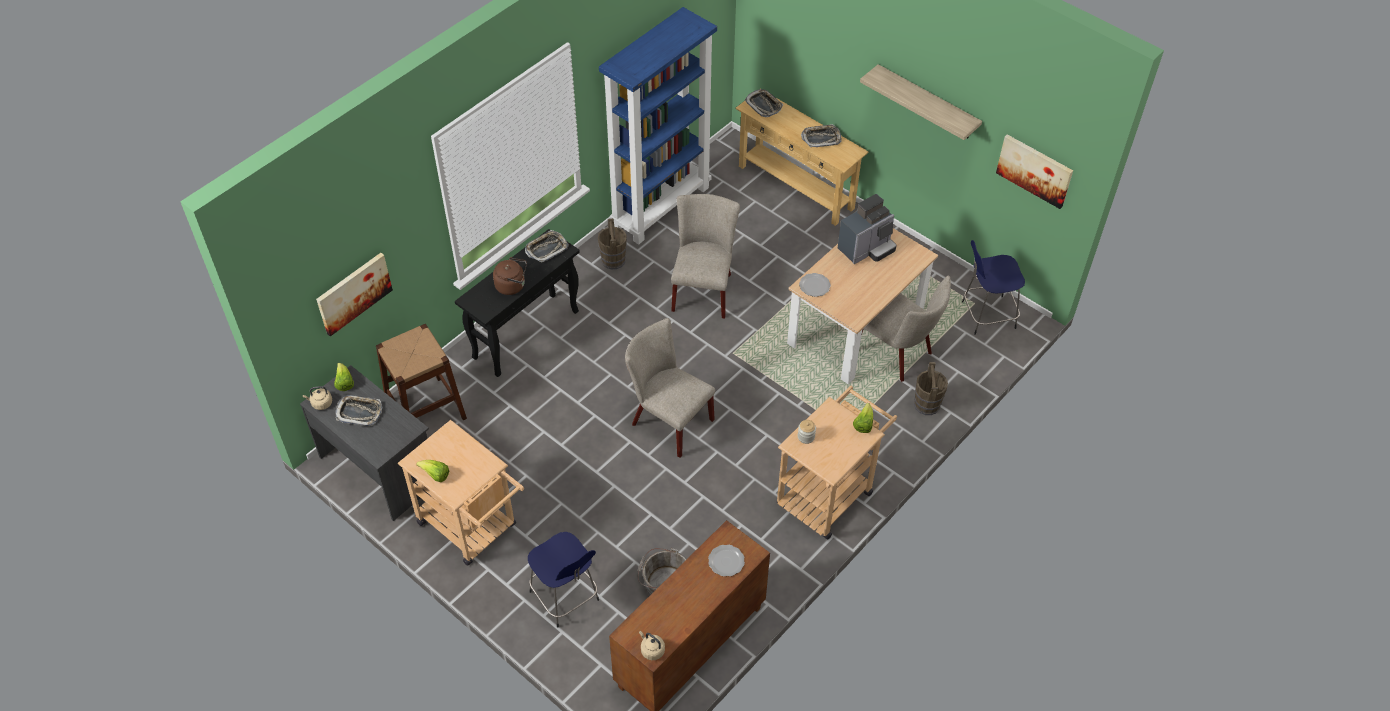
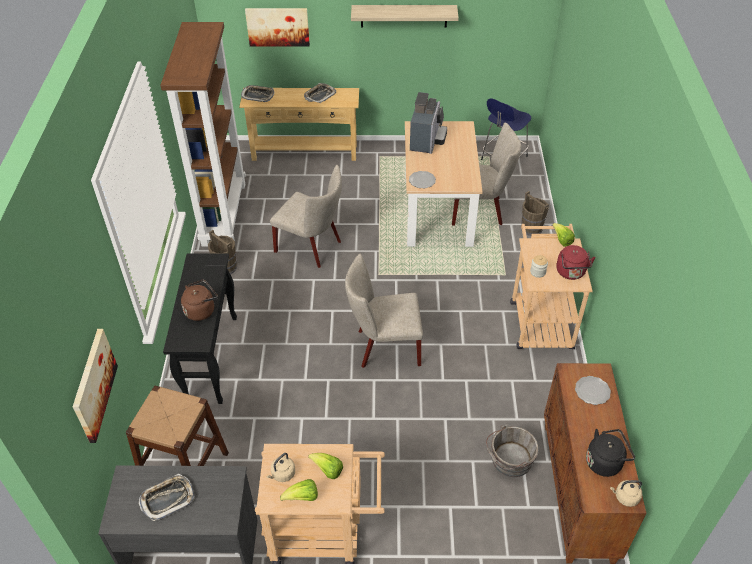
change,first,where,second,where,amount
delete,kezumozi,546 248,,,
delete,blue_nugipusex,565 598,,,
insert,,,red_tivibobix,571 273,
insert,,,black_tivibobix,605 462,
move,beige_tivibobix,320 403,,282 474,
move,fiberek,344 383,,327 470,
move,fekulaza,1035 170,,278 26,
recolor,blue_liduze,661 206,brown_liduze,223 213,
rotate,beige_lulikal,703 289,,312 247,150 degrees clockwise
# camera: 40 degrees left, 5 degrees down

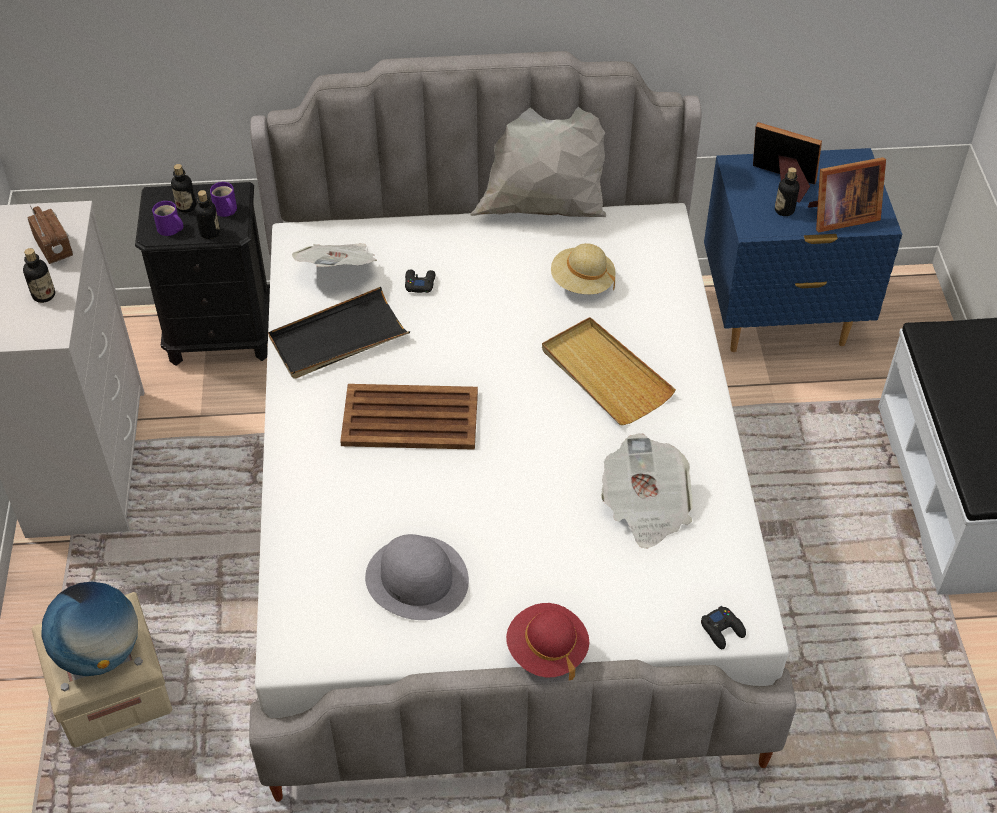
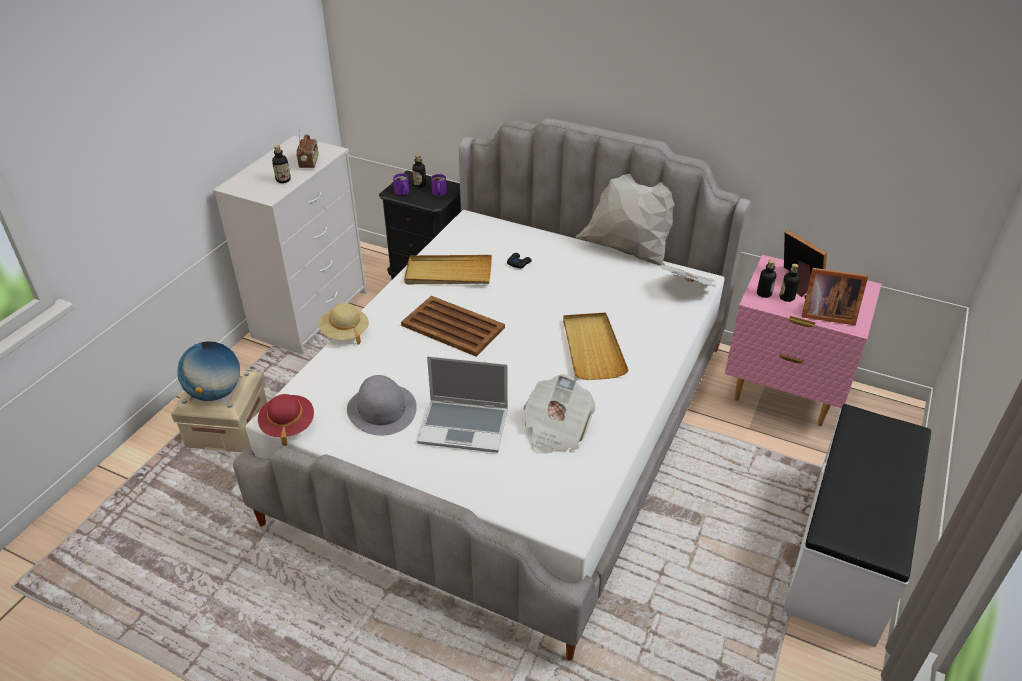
change,first,where,second,where,amount
delete,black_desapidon,722 630,,,
insert,,,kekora,465 426,
move,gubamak,210 233,,764 294,
move,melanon,339 270,,688 289,
move,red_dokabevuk,547 650,,288 425,
move,beige_dokabevuk,582 282,,345 332,
recolor,black_kezumozi,338 338,beige_kezumozi,448 273,
recolor,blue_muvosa,780 319,pink_muvosa,783 394,
# camera: 30 degrees right, 10 degrees down

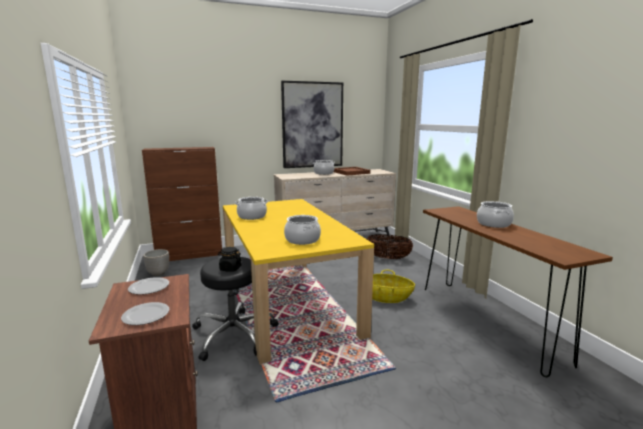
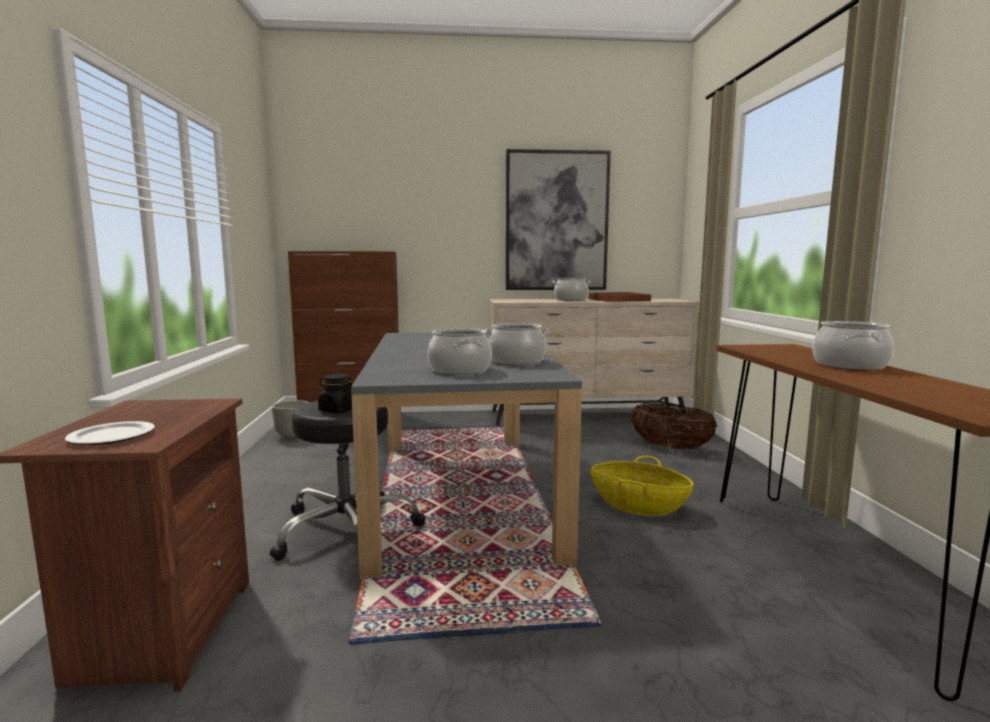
change,first,where,second,where,amount
delete,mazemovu,149 287,,,
move,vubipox,252 216,,516 361,
recolor,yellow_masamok,287 300,grey_masamok,461 491,
# camera: 15 degrees right, 5 degrees down

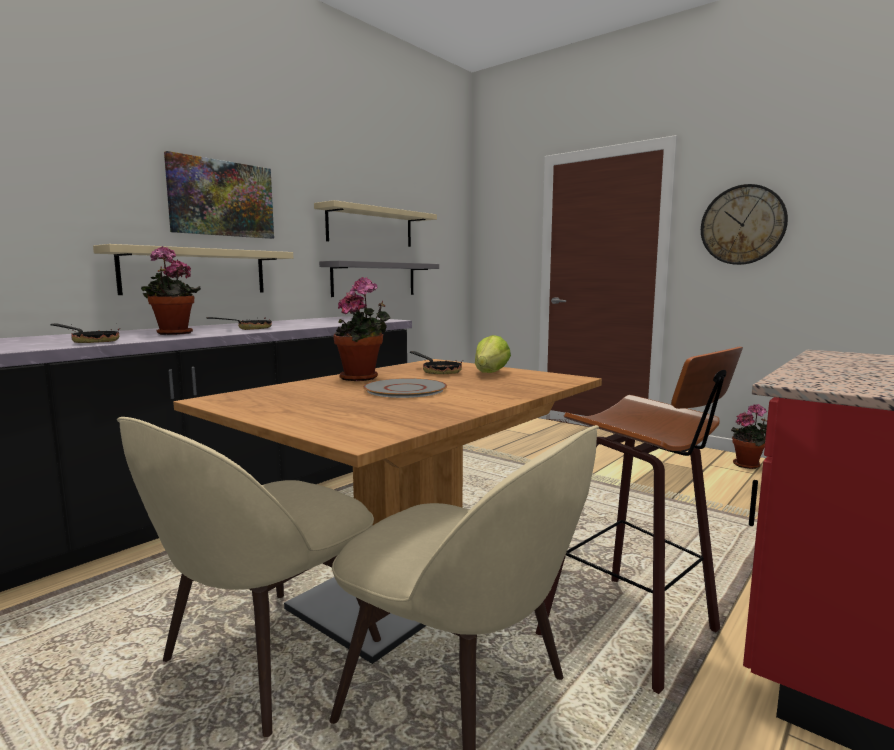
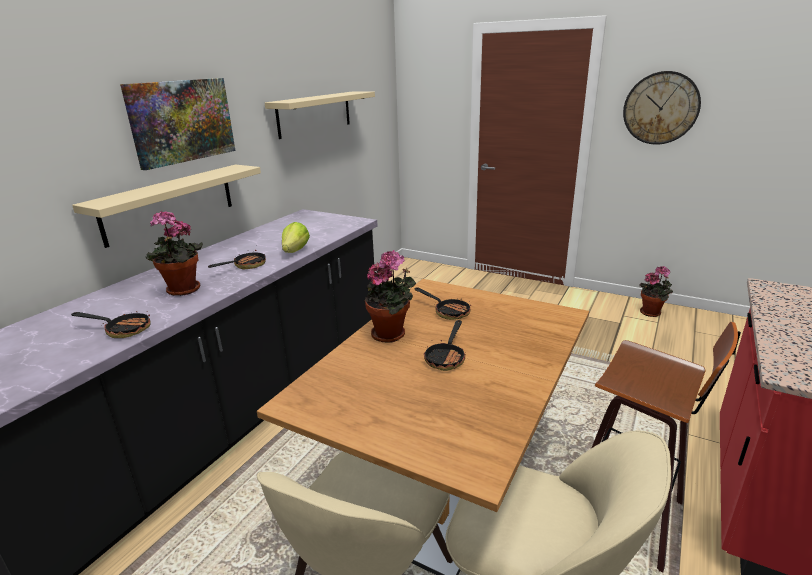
change,first,where,second,where,amount
delete,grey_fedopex,374 279,,,
move,fiberek,490 373,,295 251,
replace,grey_mazemovu,406 389,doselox,446 357,
# camera: 10 degrees left, 15 degrees up

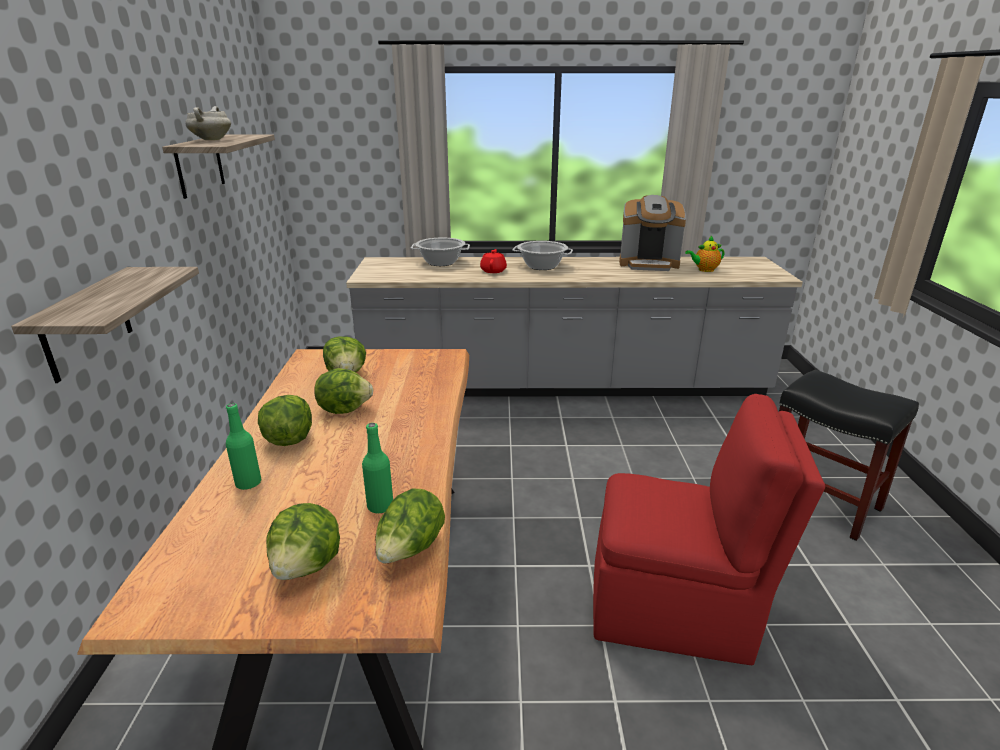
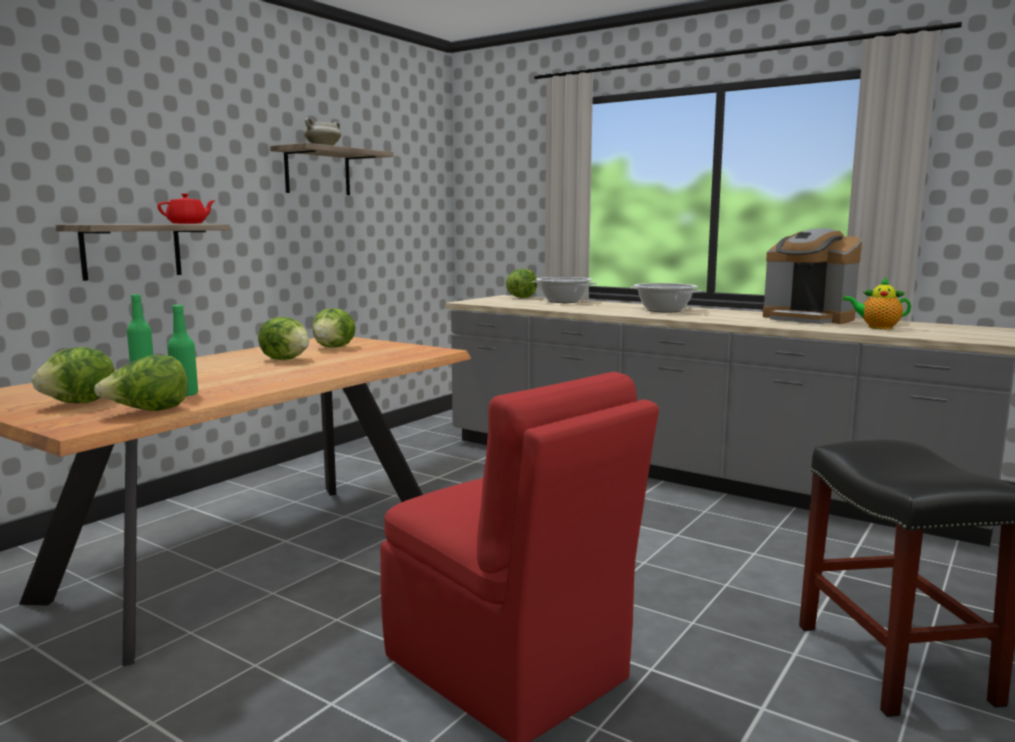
change,first,where,second,where,amount
move,fiberek,289 439,,521 297,
move,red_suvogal,493 270,,188 223,
# camera: 35 degrees right, 15 degrees down

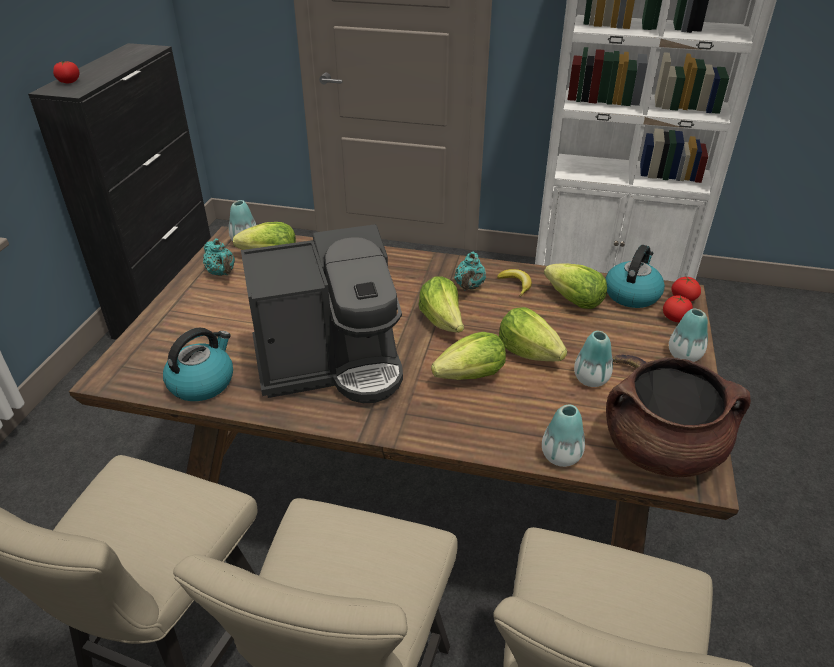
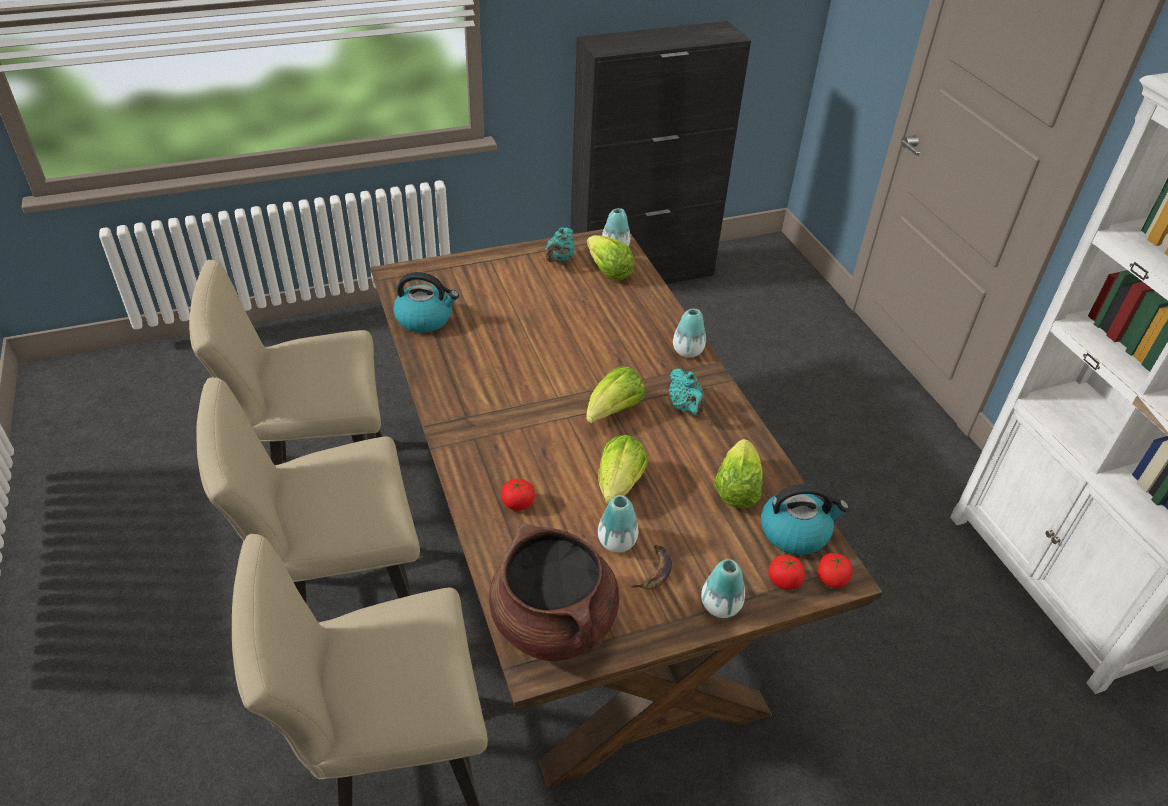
change,first,where,second,where,amount
delete,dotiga,332 364,,,
delete,fiberek,471 376,,,
delete,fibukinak,516 284,,,
move,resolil,69 82,,518 503,
move,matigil,561 456,,687 351,
rotate,turquoise_suvogal,469 287,,685 407,90 degrees counterclockwise
# camera: 55 degrees right, 5 degrees up

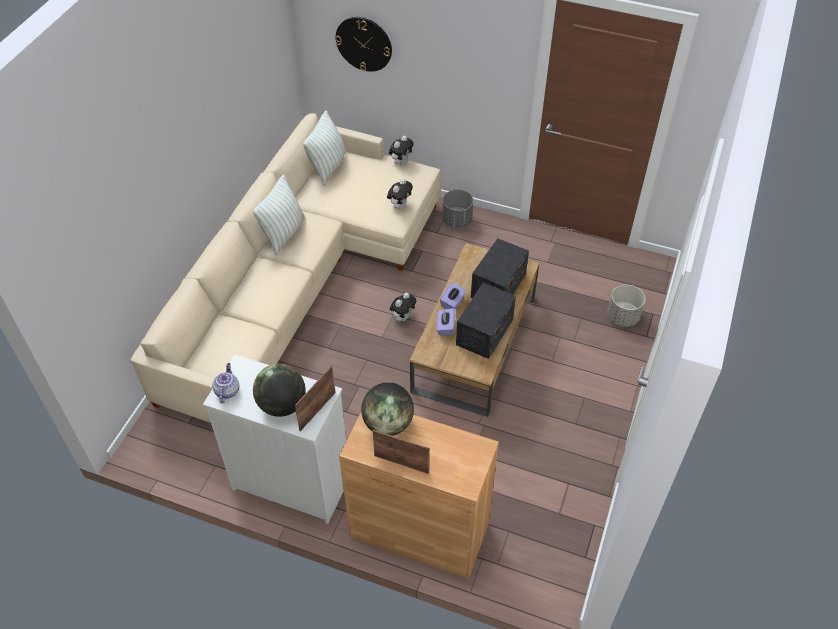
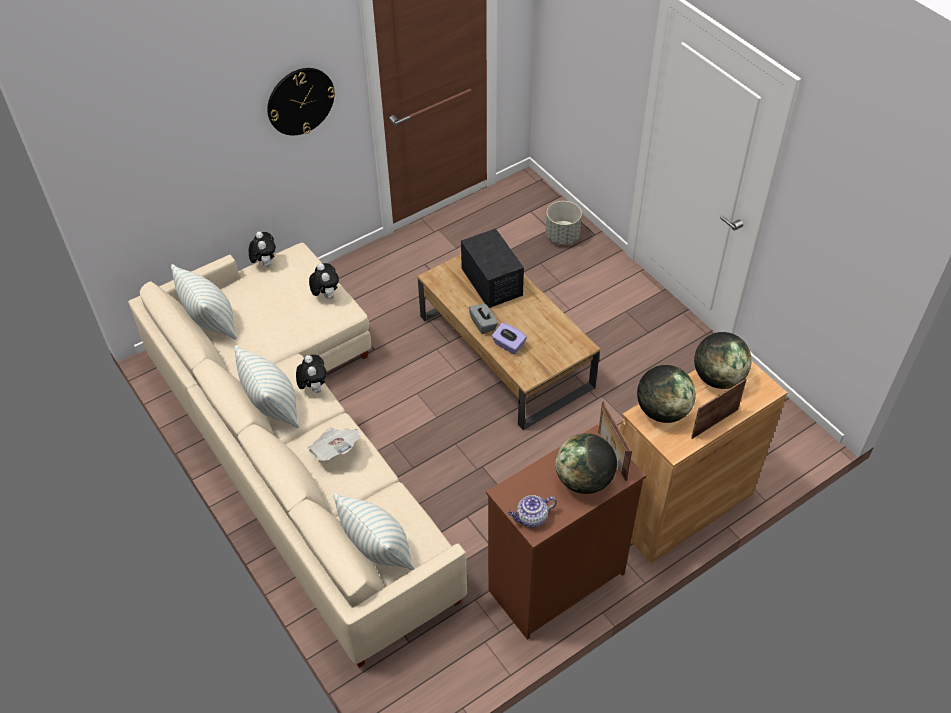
change,first,where,second,where,amount
delete,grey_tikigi,457 220,,,
delete,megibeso,484 332,,,
insert,,,melanon,335 450,
insert,,,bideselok,378 550,
insert,,,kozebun,717 378,
move,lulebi,364 43,,300 101,
move,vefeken,403 317,,313 387,
recolor,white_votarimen,291 482,brown_votarimen,555 582,
recolor,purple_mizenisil,452 302,grey_mizenisil,483 324,
rotate,suvogal,227 391,,531 518,60 degrees counterclockwise
# camera: 55 degrees left, 0 degrees up

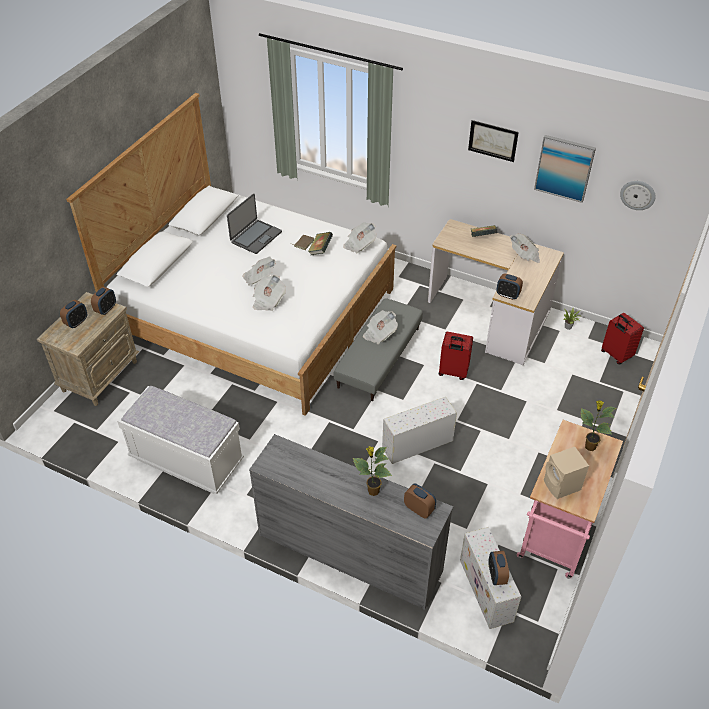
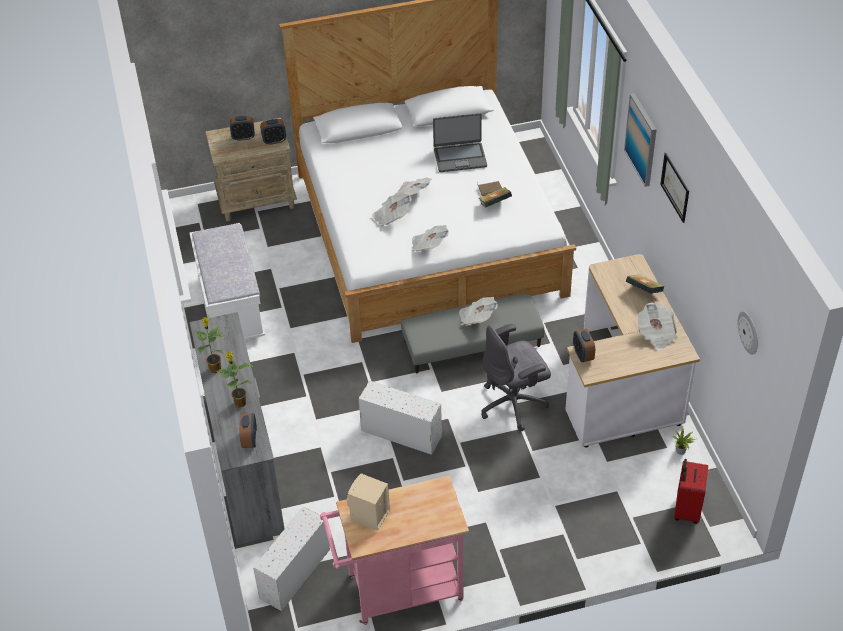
change,first,where,second,where,amount
delete,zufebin,496 575,,,
move,melanon,359 244,,429 246,
move,fekulaza,564 168,,642 139,
move,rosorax,589 446,,215 368,
replace,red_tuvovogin,453 372,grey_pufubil,514 404,
# camera: 50 degrees right, 0 degrees up

